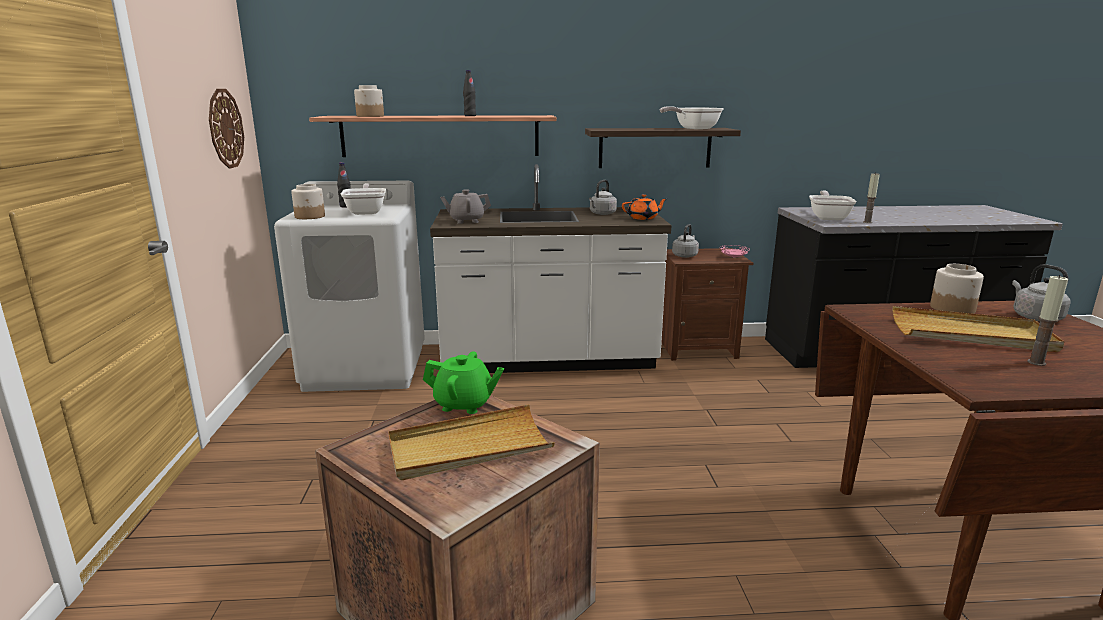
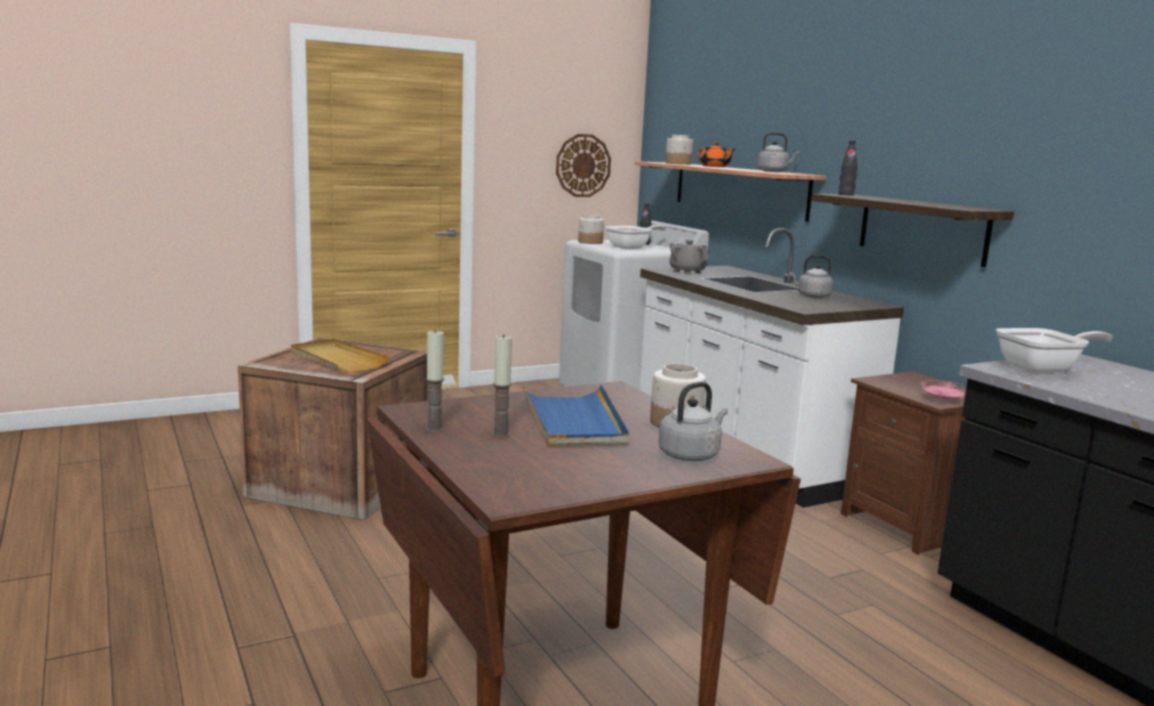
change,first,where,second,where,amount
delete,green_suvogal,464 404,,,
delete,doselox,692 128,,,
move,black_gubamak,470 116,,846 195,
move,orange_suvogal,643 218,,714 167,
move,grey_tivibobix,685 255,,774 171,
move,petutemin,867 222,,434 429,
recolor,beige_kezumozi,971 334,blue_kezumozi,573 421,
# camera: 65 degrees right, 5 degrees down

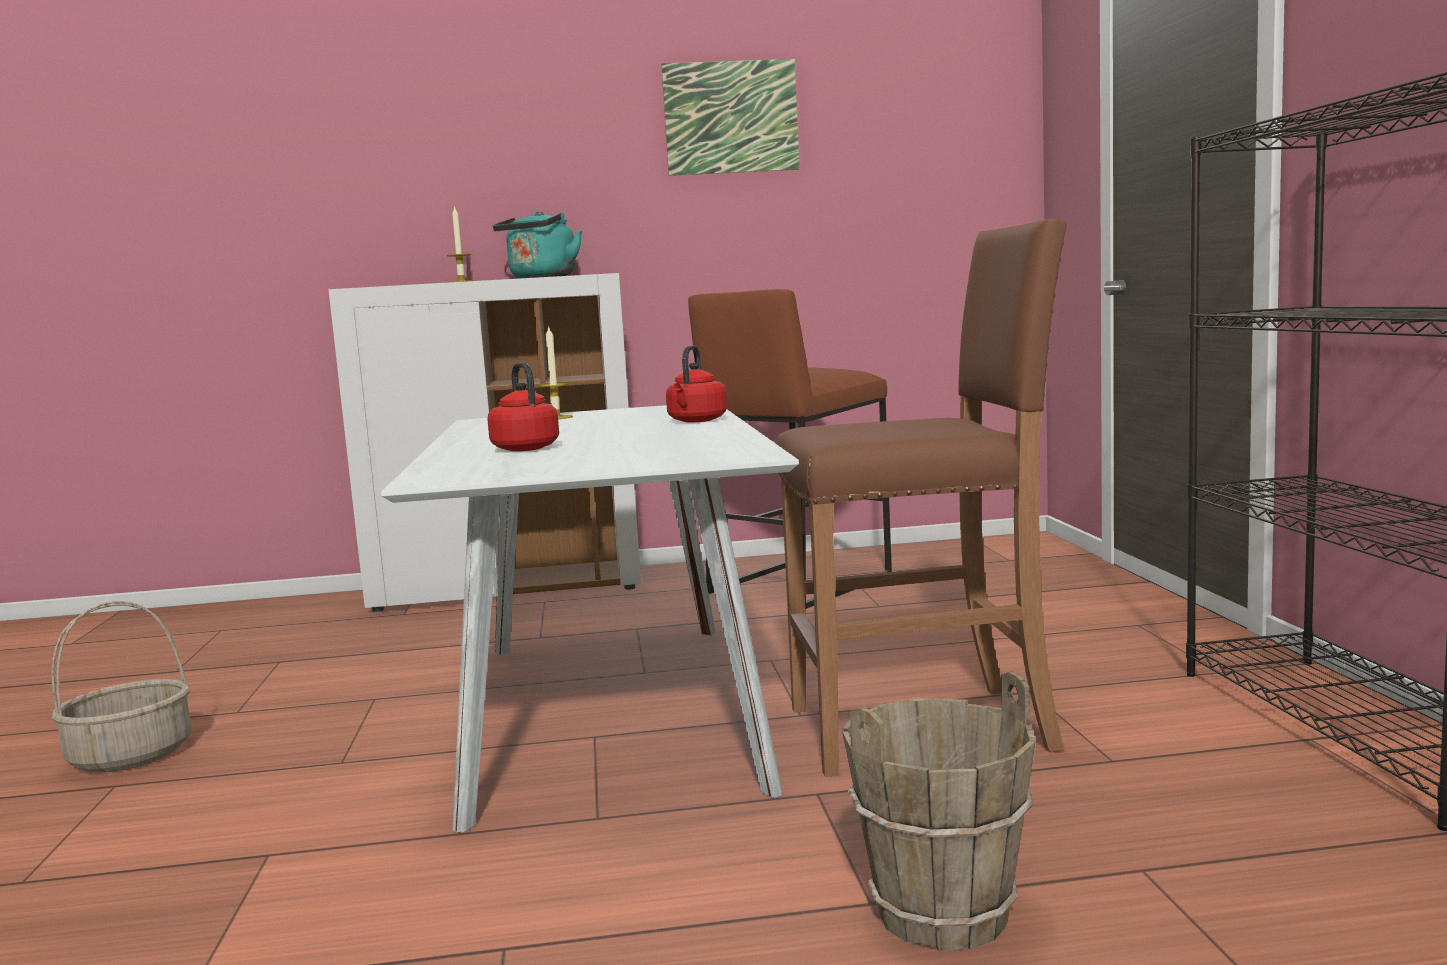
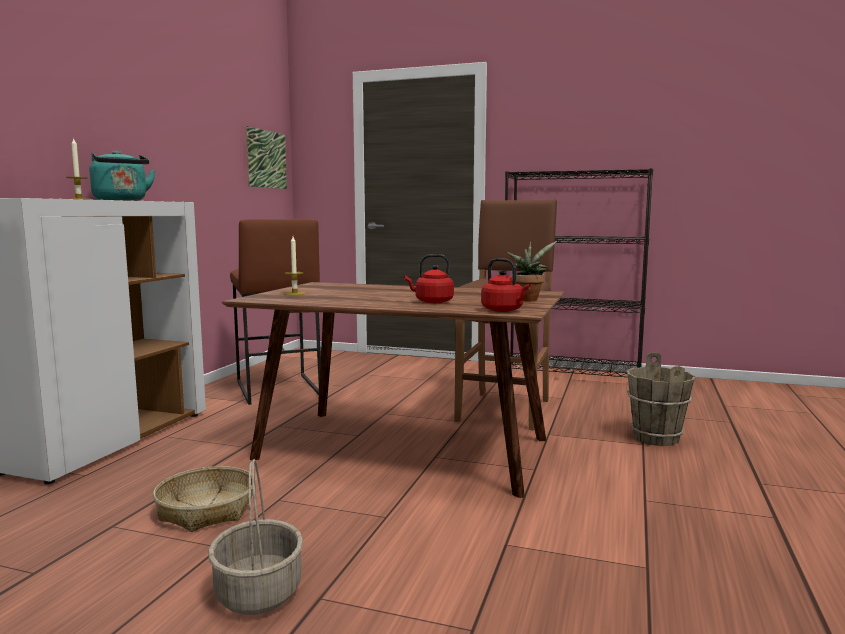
change,first,where,second,where,amount
insert,,,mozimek,206 510,
insert,,,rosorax,528 299,
move,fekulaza,731 117,,266 159,
move,red_tivibobix,696 421,,504 310,
recolor,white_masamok,608 709,brown_masamok,402 449,
# camera: 65 degrees left, 0 degrees up

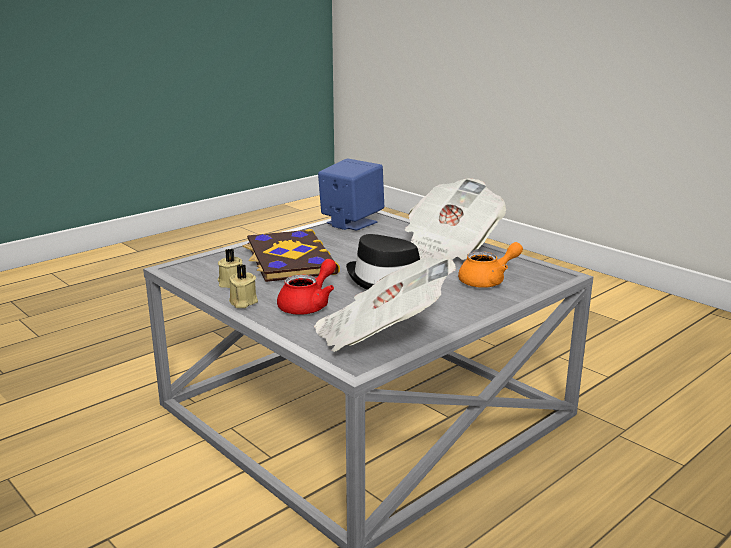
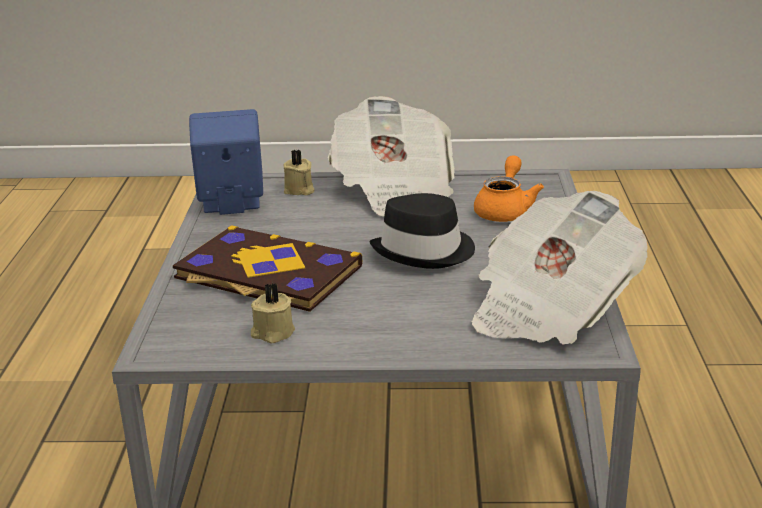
change,first,where,second,where,amount
delete,red_suvogal,309 305,,,
move,beige_petutemin,242 302,,299 190,
# camera: 45 degrees left, 5 degrees up

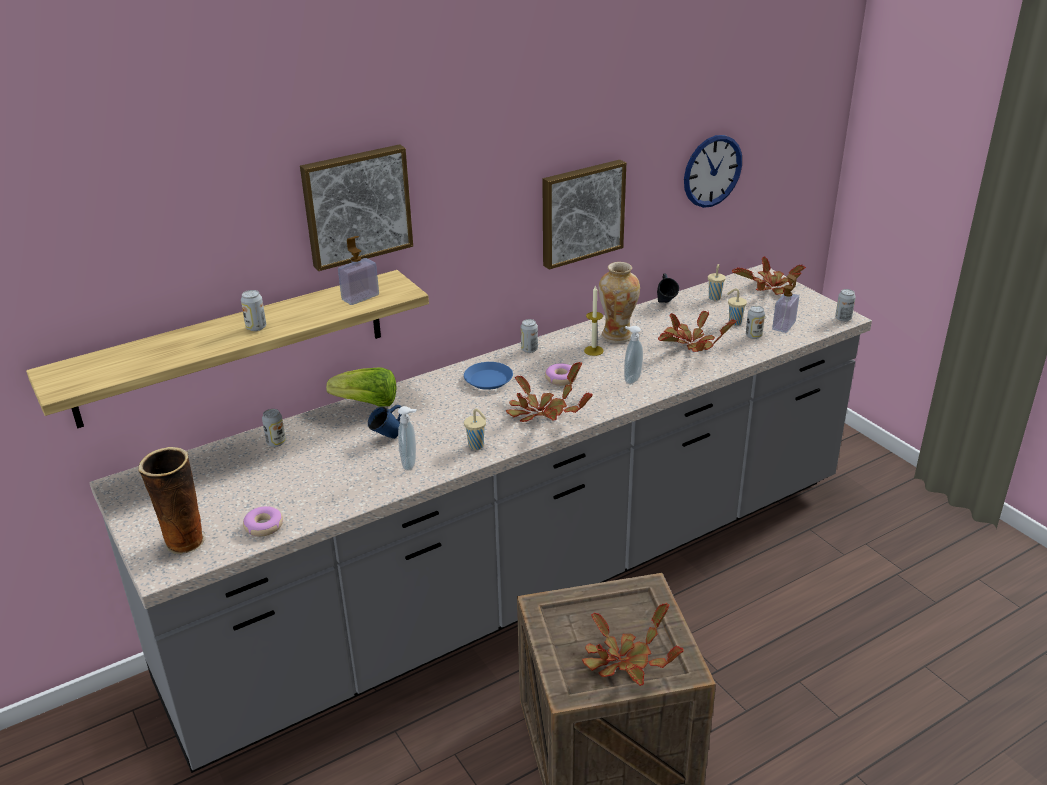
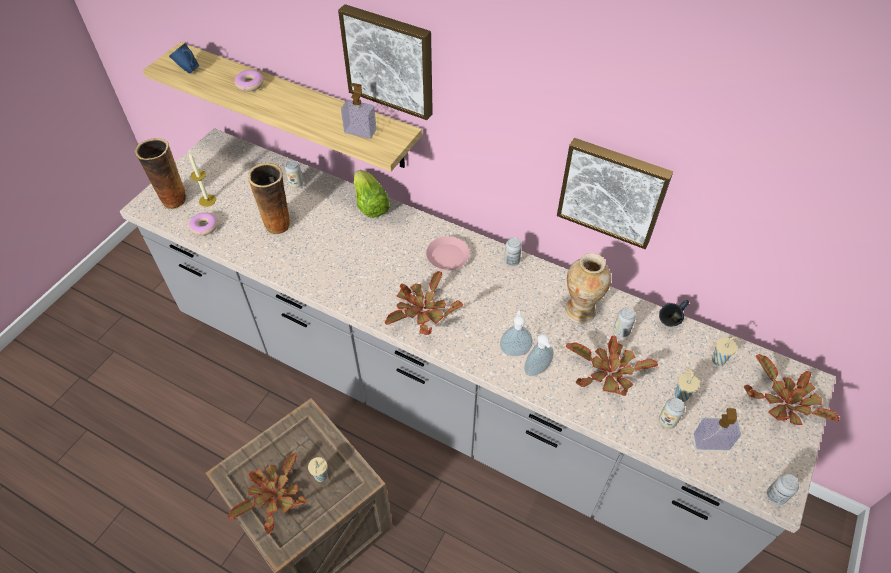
change,first,where,second,where,amount
delete,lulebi,712 171,,,
insert,,,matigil,279 225,
move,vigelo,256 327,,621 331,
move,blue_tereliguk,387 438,,188 70,
move,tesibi,411 464,,537 371,
move,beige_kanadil,477 446,,320 477,
move,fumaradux,560 379,,250 84,
move,petutemin,593 350,,207 200,
recolor,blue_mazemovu,488 379,pink_mazemovu,448 256,
# camera: 60 degrees right, 20 degrees up

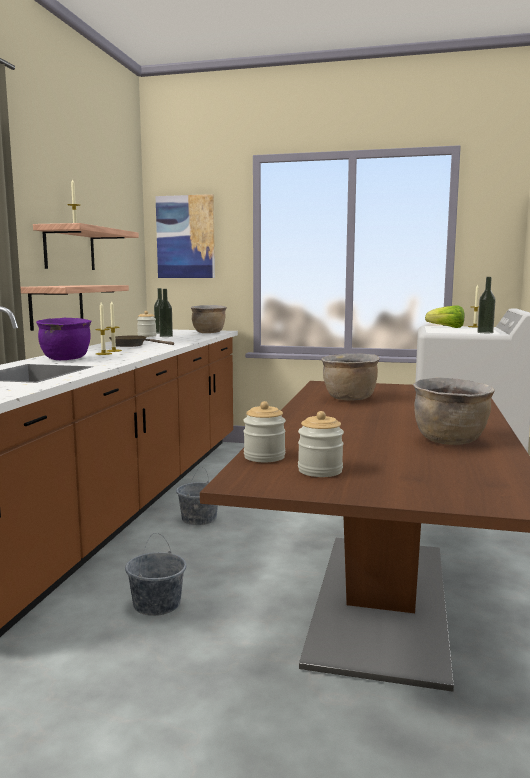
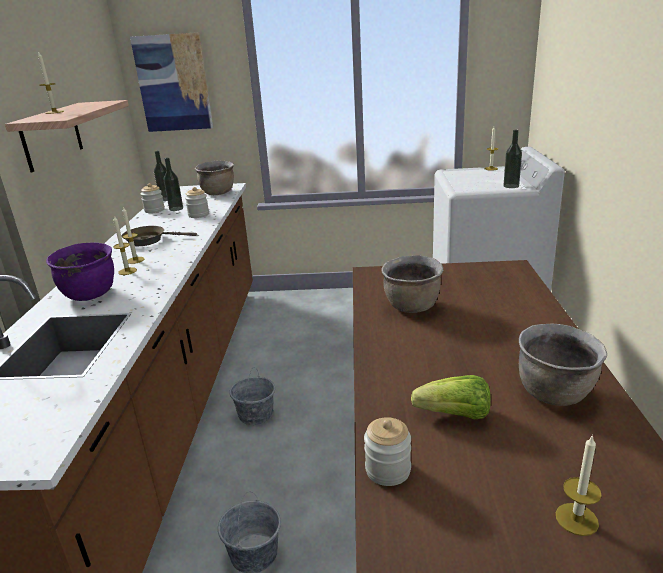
change,first,where,second,where,amount
delete,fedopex,57 306,,,
insert,,,petutemin,576 519,
move,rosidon,320 470,,198 215,
move,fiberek,446 327,,455 415,
# camera: 10 degrees left, 15 degrees up

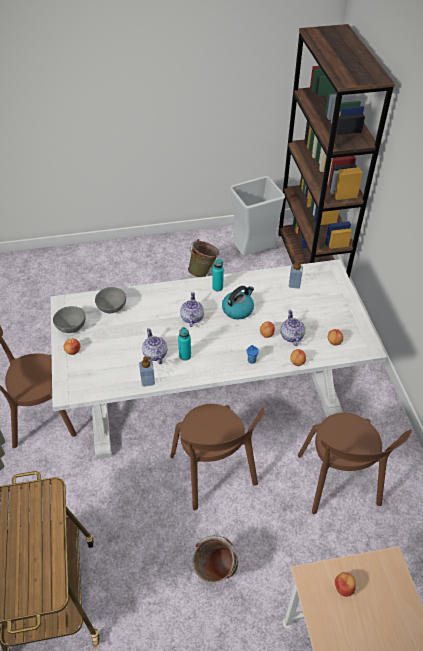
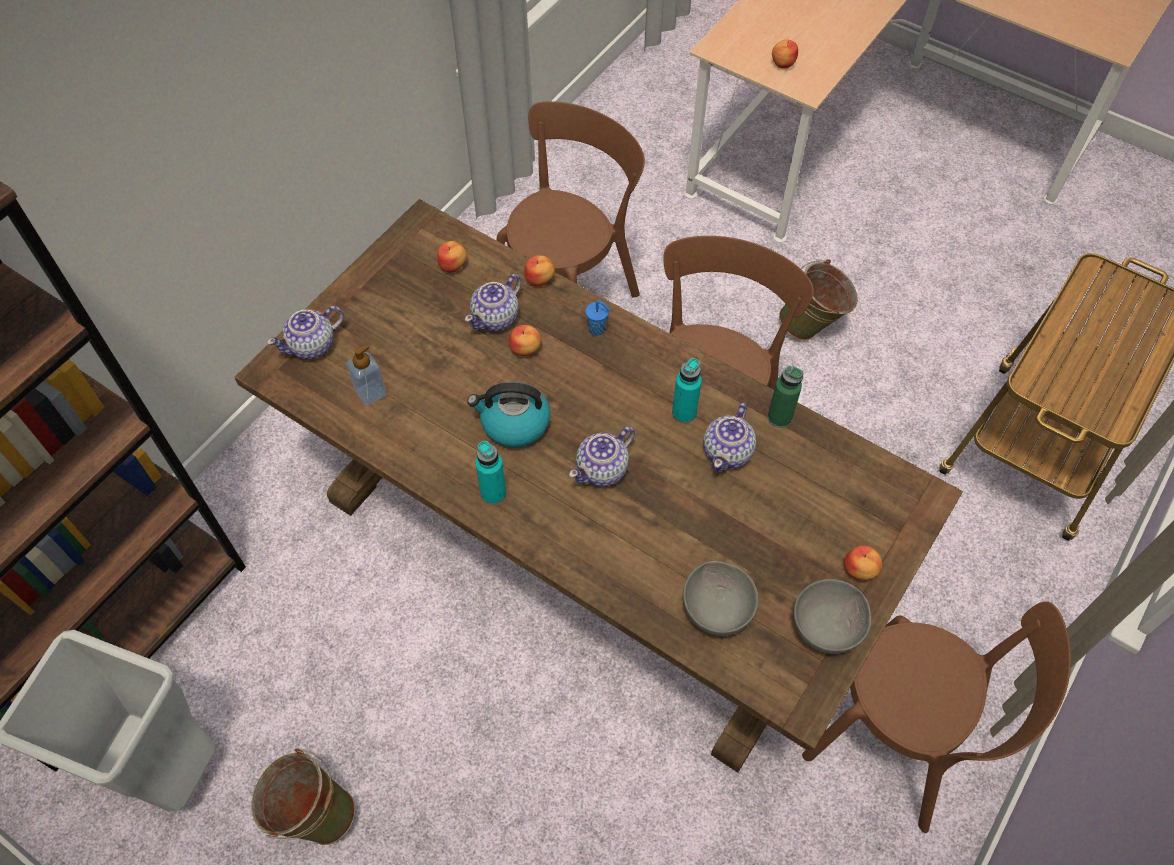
change,first,where,second,where,amount
insert,,,suvogal,313 345,
replace,tesibi,148 381,green_gubamak,779 417,
recolor,white_masamok,211 392,brown_masamok,589 539,
# camera: 135 degrees left, 10 degrees up

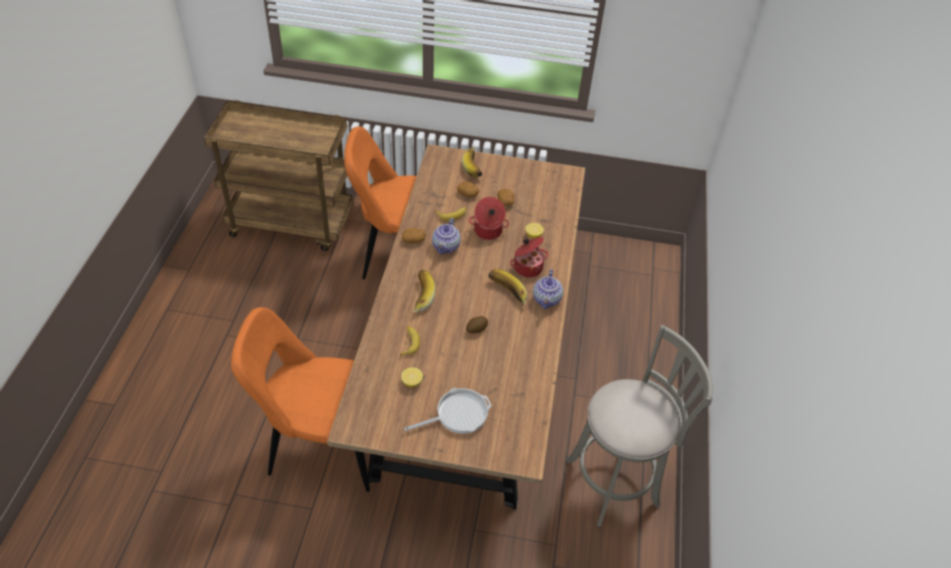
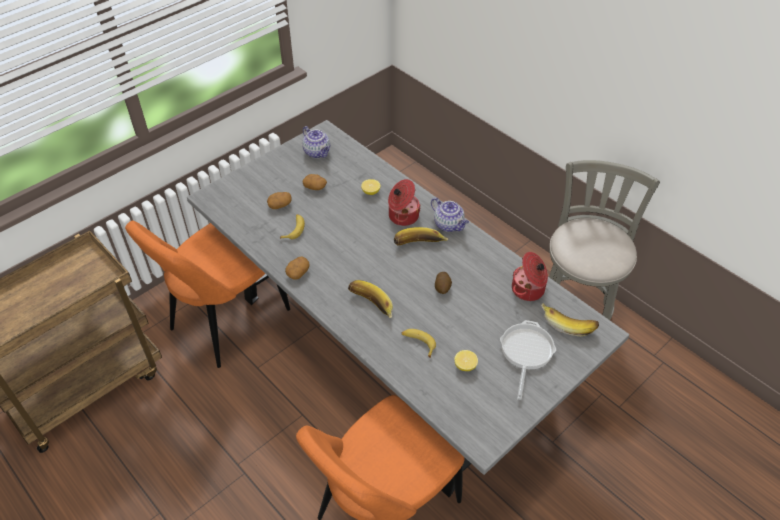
change,first,where,second,where,amount
move,suvogal,446 247,,317 152,
move,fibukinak,475 167,,568 322,
move,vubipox,488 231,,528 290,
recolor,brown_masamok,470 367,grey_masamok,390 346,
# camera: 50 degrees left, 0 degrees up

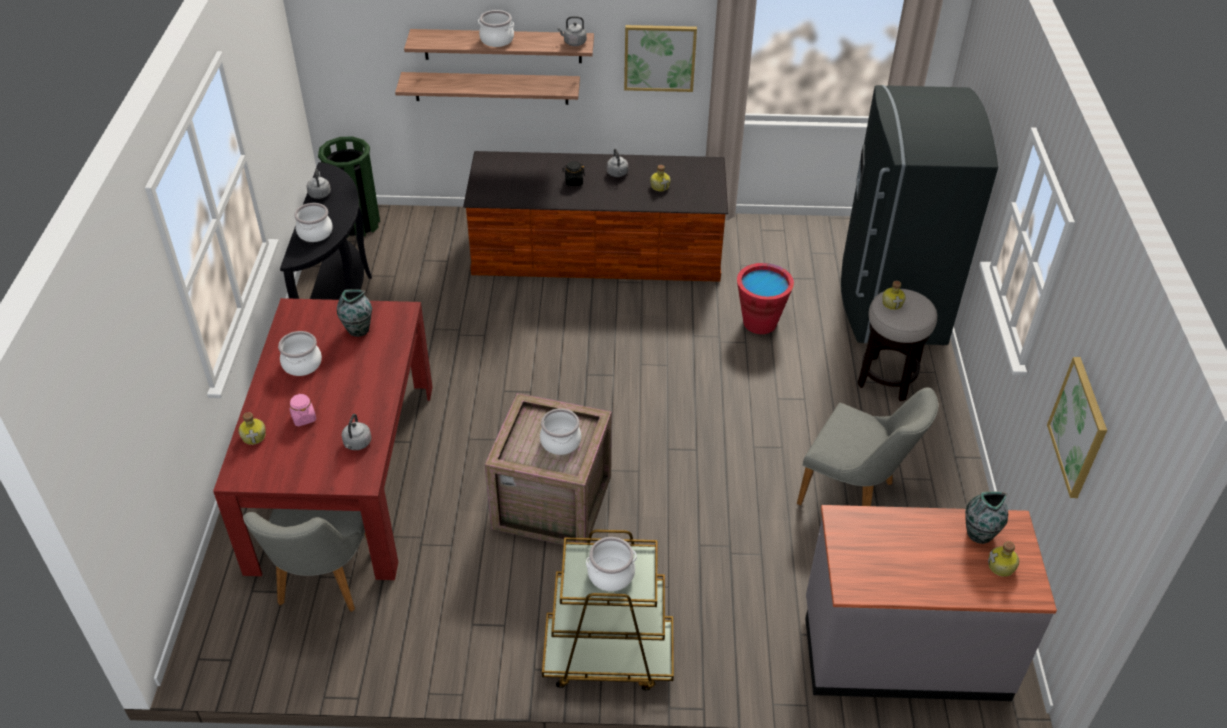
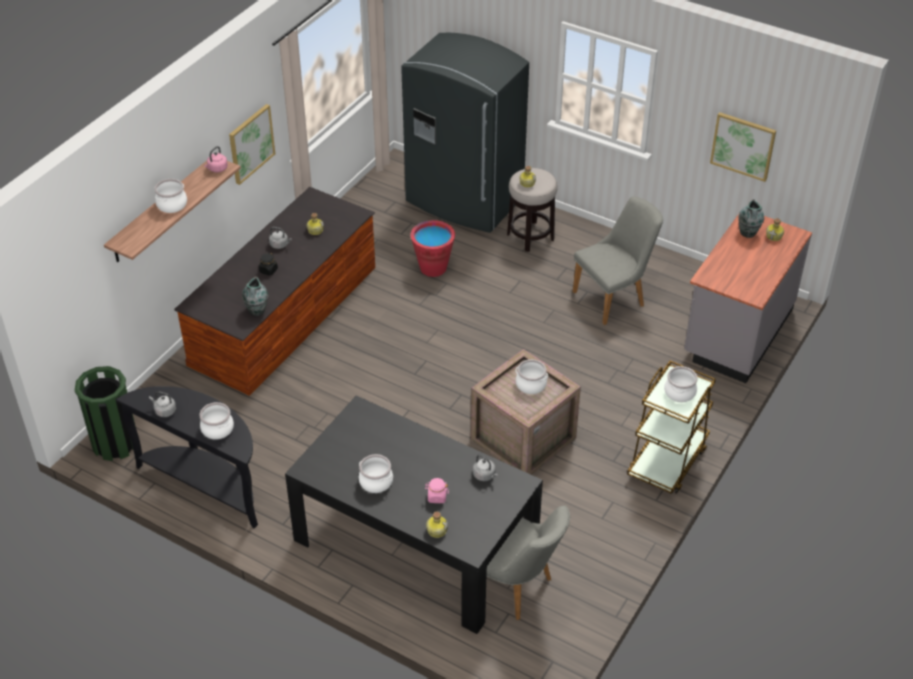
change,first,where,second,where,amount
delete,fedopex,491 88,,,
move,matigil,358 330,,257 310,
recolor,red_masamok,344 474,black_masamok,415 543,
recolor,grey_tivibobix,573 42,pink_tivibobix,217 169,
# camera: 60 degrees left, 0 degrees up

